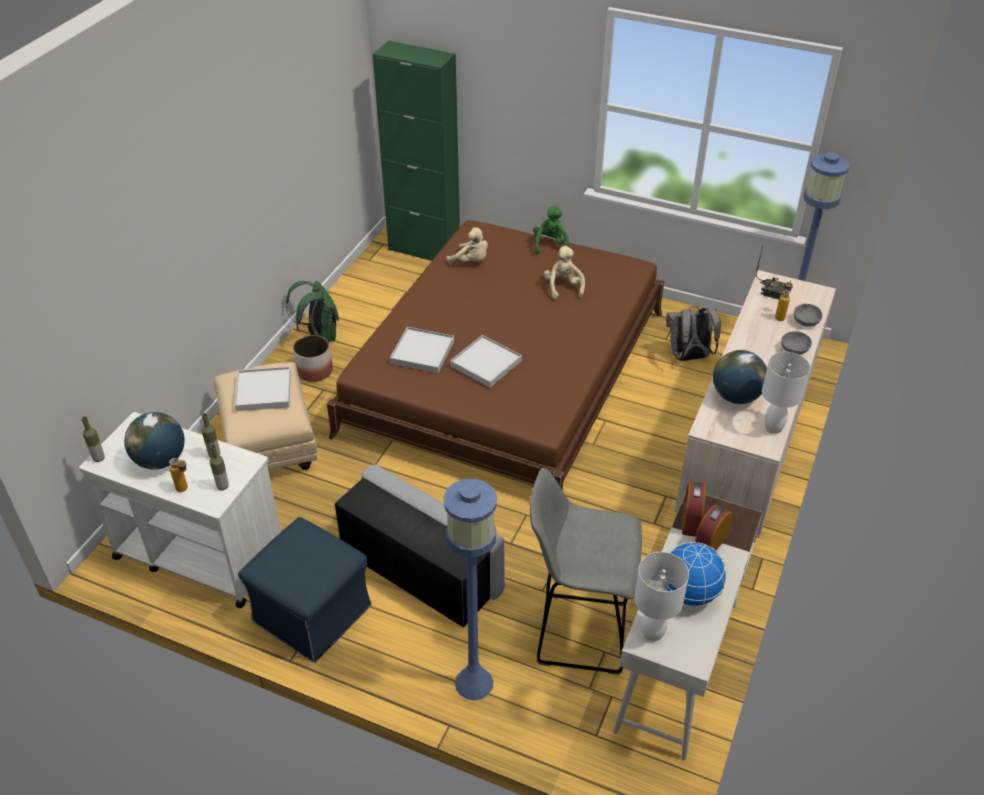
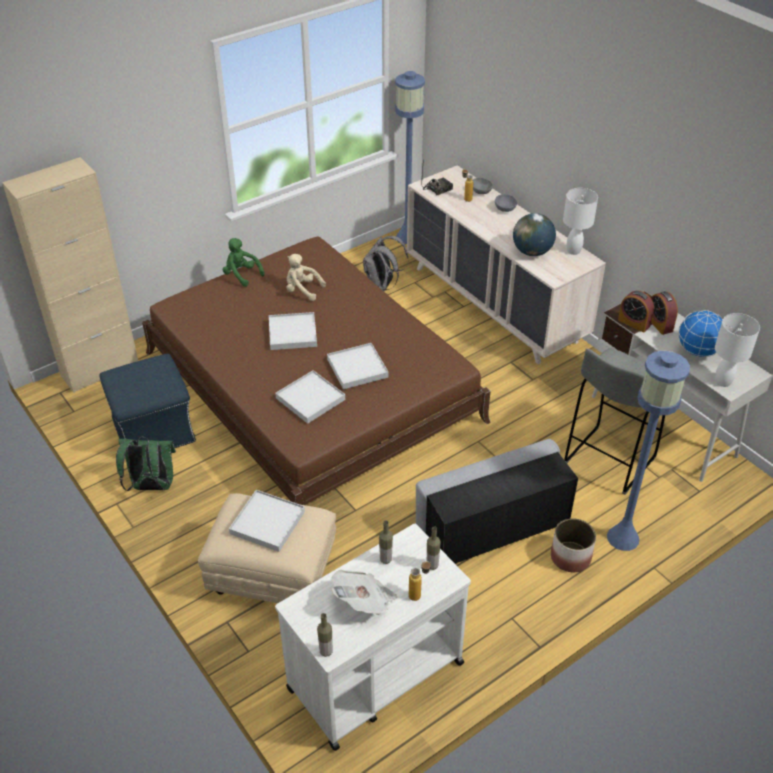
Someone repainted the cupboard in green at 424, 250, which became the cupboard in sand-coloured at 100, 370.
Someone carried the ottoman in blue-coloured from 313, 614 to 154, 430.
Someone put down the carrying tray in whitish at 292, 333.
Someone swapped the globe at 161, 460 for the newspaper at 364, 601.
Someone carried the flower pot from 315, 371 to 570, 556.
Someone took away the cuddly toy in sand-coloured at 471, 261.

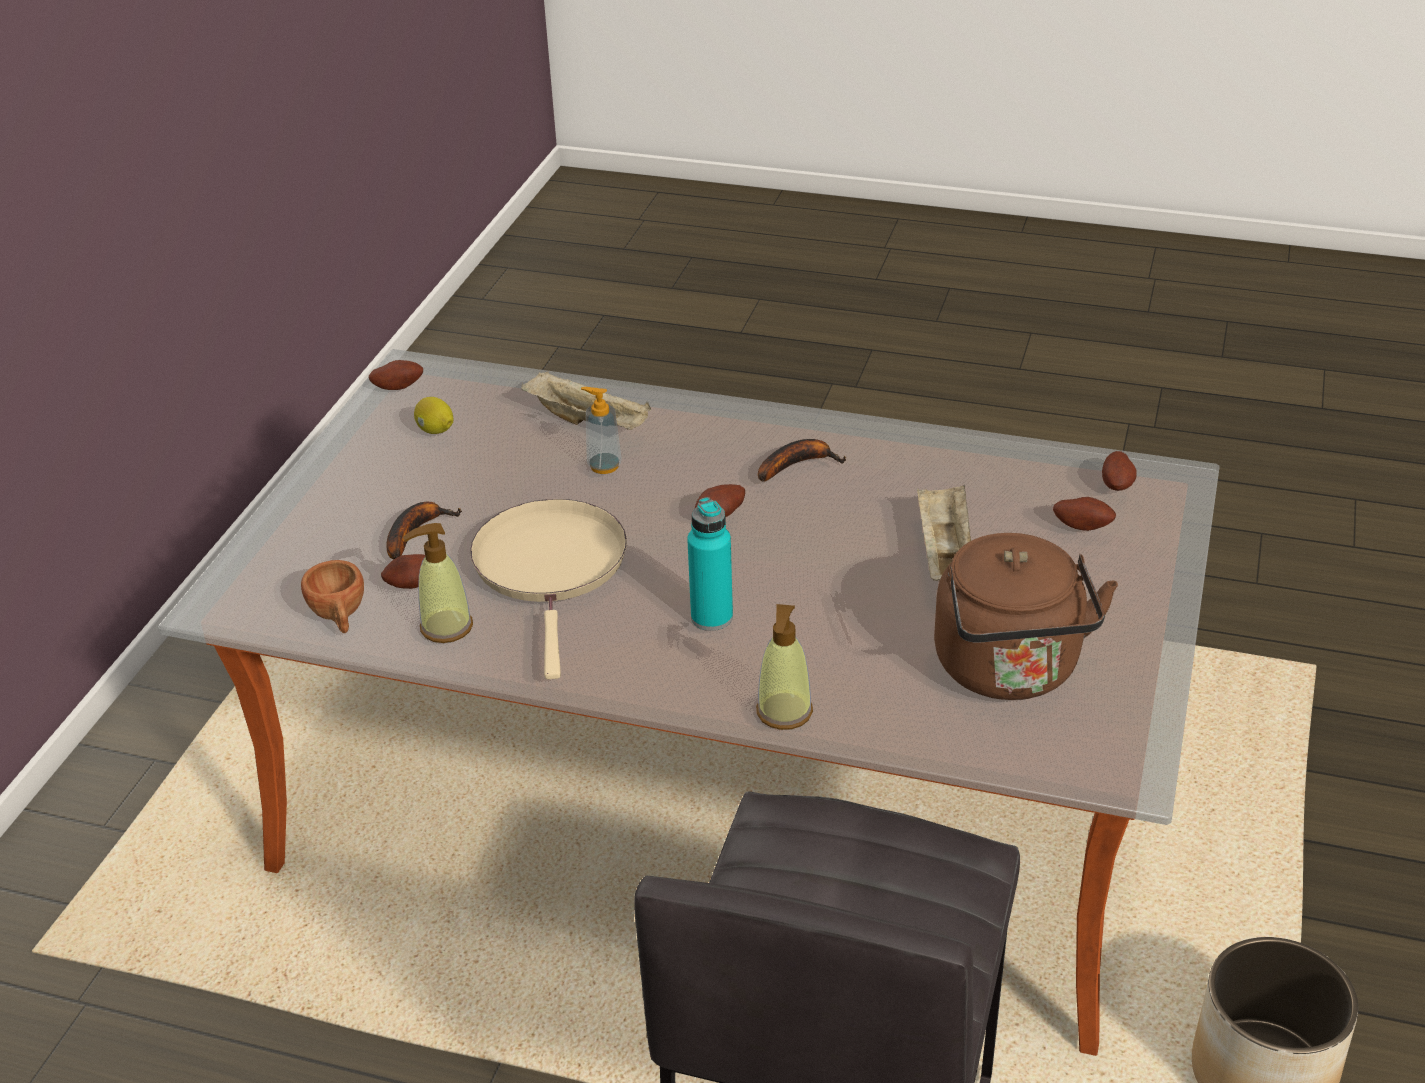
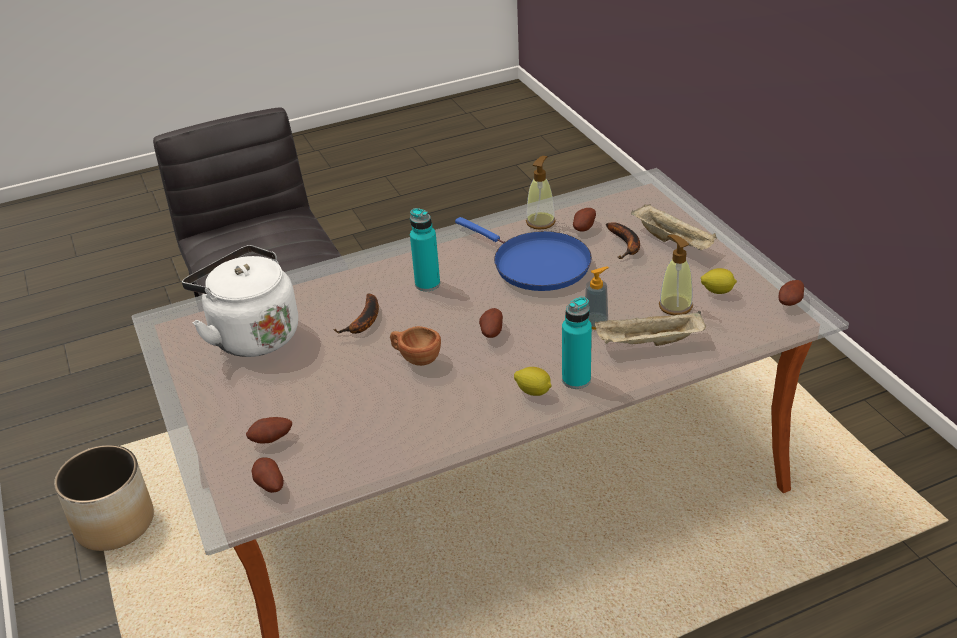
Someone repainted the tea kettle in brown at 1010, 671, which became the tea kettle in whitish at 251, 335.
Someone carried the whole banana from 797, 464 to 364, 321.
Someone carried the small cup in brown from 339, 617 to 415, 358.
Someone repainted the frying pan in sand-coloured at 551, 568, which became the frying pan in blue-coloured at 536, 264.
Someone put down the whole lemon at 533, 391.
Someone put down the bottle in blue-green at 576, 380.
Someone carried the carrying tray in sand-coloured from 944, 554 to 673, 241.
Someone carried the soap dispenser from 784, 712 to 675, 306.

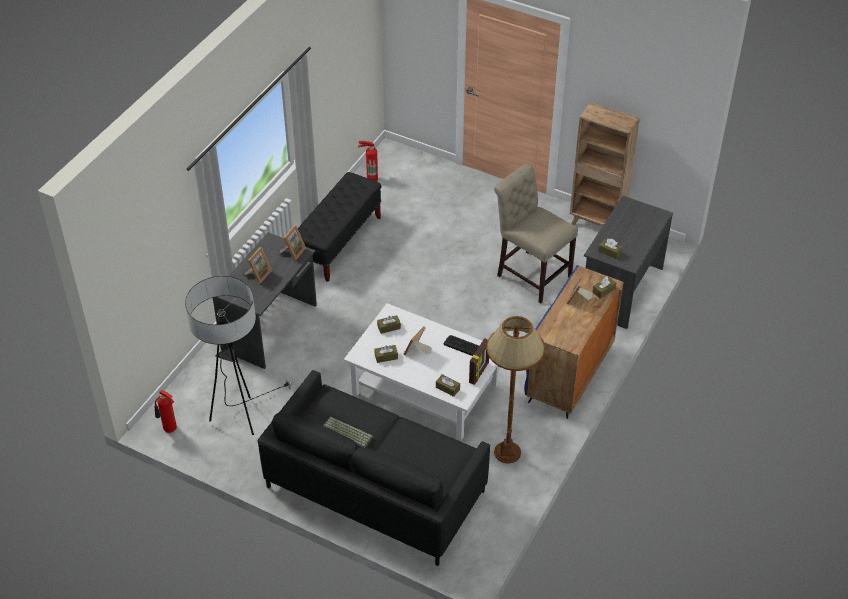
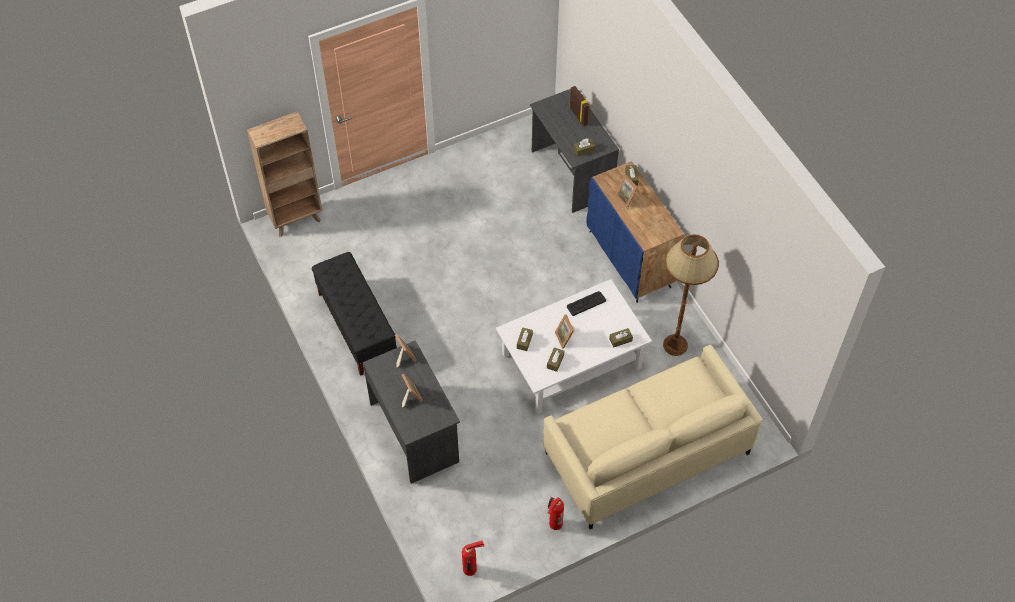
Someone carried the bookcase in brown from 596, 225 to 296, 219.
Someone repainted the settee in black-coloured at 375, 488, which became the settee in sand-coloured at 646, 452.
Someone carried the fire-fighting cylinder from 371, 178 to 554, 524.
Someone carried the photo frame from 479, 373 to 579, 116.
Someone took away the standing lamp at 240, 418.
Someone took away the keyboard at 346, 433.
Someone took away the chair in sand-coloured at 531, 274.

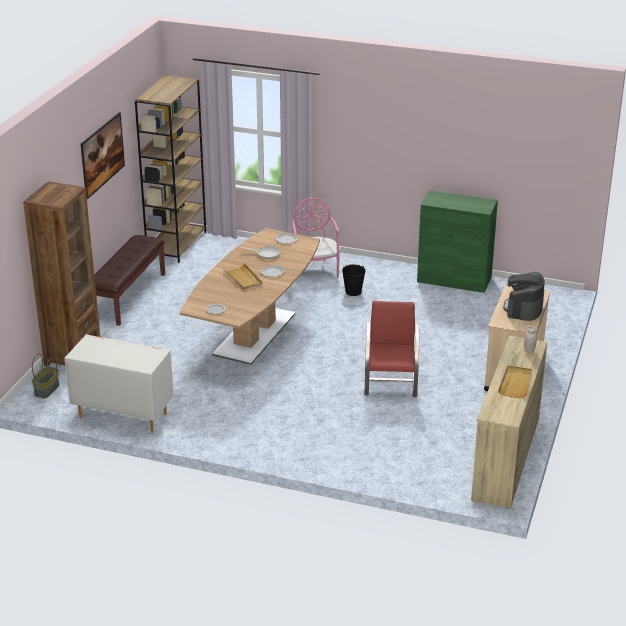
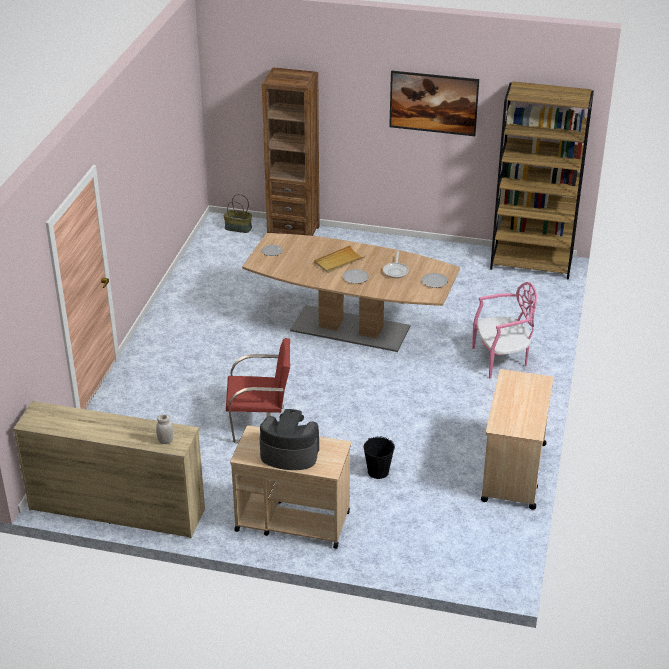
Someone carried the water bucket in black-coloured from 353, 292 to 378, 471.
Someone swapped the cupboard in green at 454, 279 for the cart in sand-coloured at 513, 472.
Someone took away the dresser in whitish at 122, 415.
Someone took away the bench in brown at 128, 296.
Someone took away the carrying tray in sand-coloured at 515, 383.

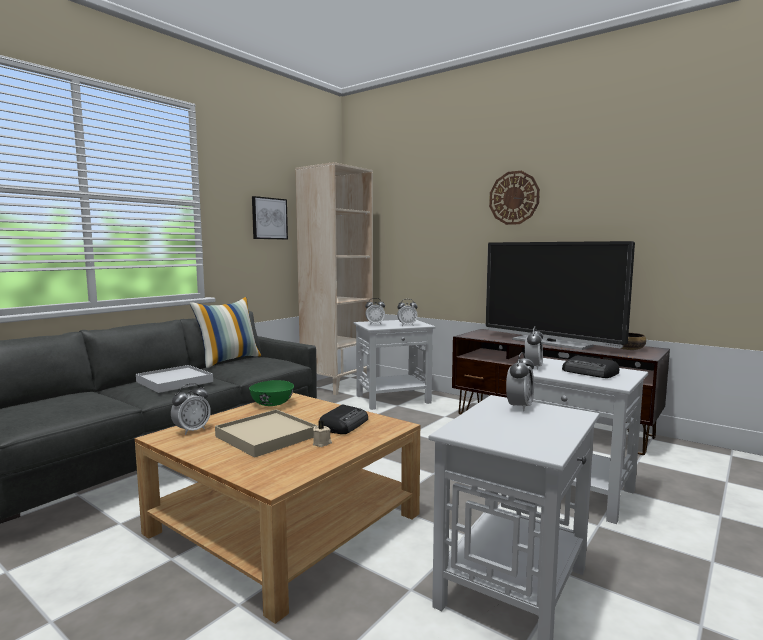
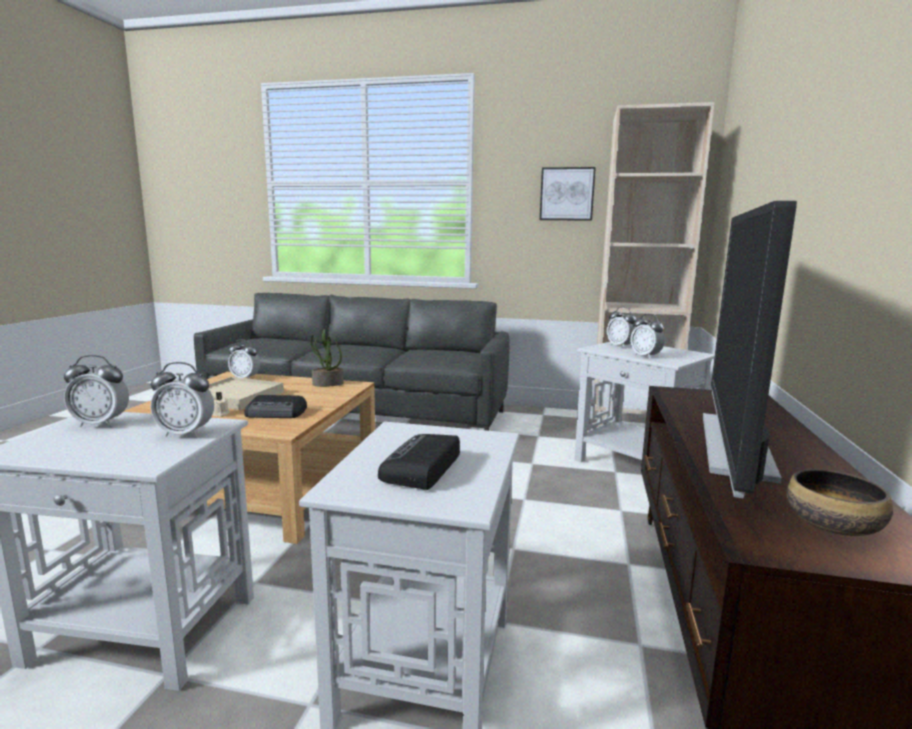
Someone carried the table clock from 533, 367 to 101, 424.
Someone swapped the serving bowl in green at 272, 404 for the potted plant at 327, 384.
Someone took away the carrying tray in whitish at 174, 382.
Someone took away the throw pillow at 229, 360.
Someone took away the wall clock at 514, 198.

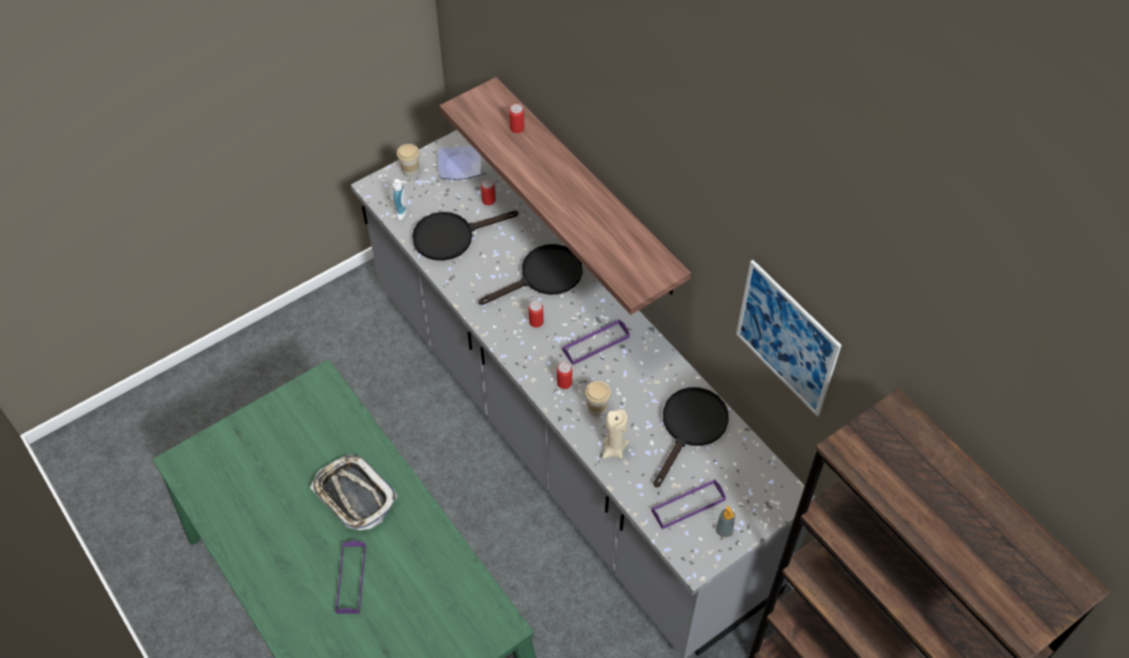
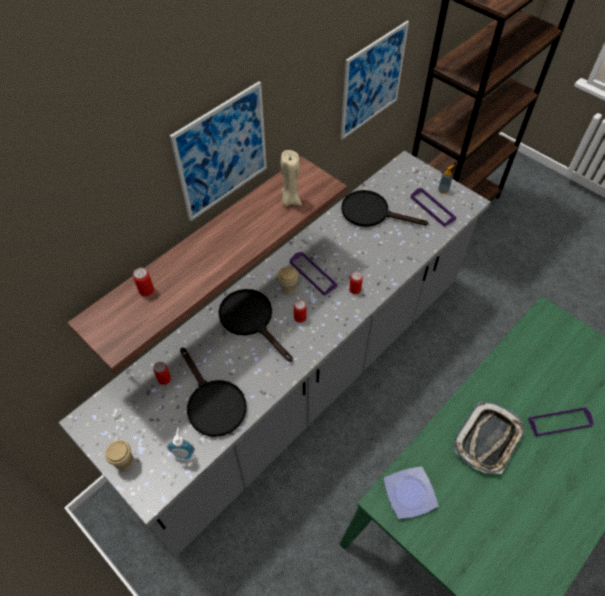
Someone put up the wall art at 222, 153.
Someone carried the small cup from 597, 408 to 288, 289.
Someone carried the candle in sand-coloured from 614, 450 to 290, 200.
Someone carried the dinner plate from 458, 164 to 409, 494.

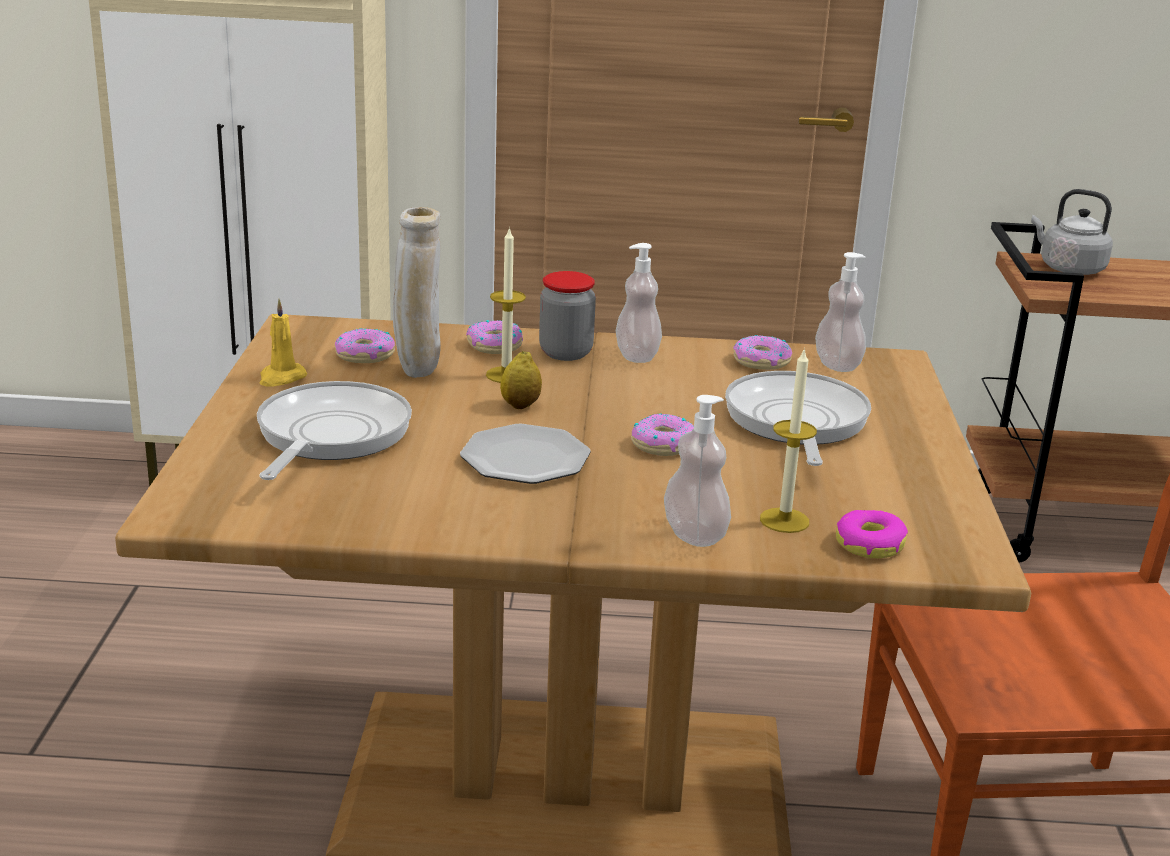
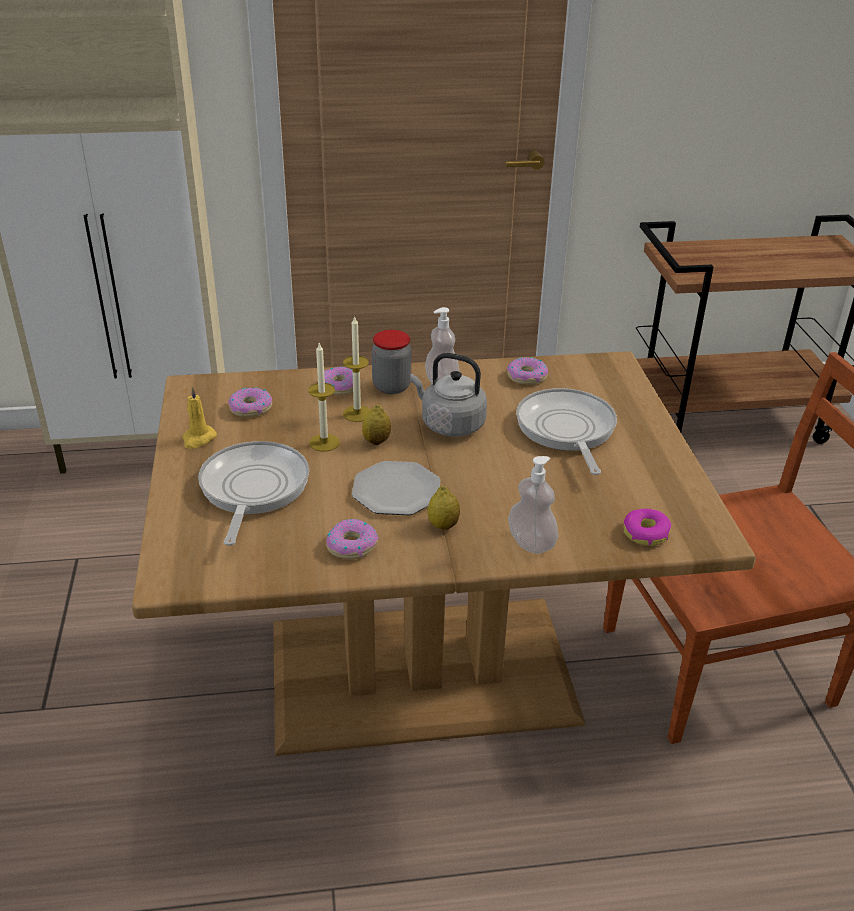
Someone carried the candle from 784, 520 to 324, 442.
Someone carried the ring doughnut from 663, 444 to 351, 545.
Someone carried the tea kettle in greyish from 1068, 269 to 449, 424.
Someone put down the whole lemon at 443, 525.
Someone took away the vase in sand-coloured at 417, 372.
Someone took away the soap dispenser at 837, 365.

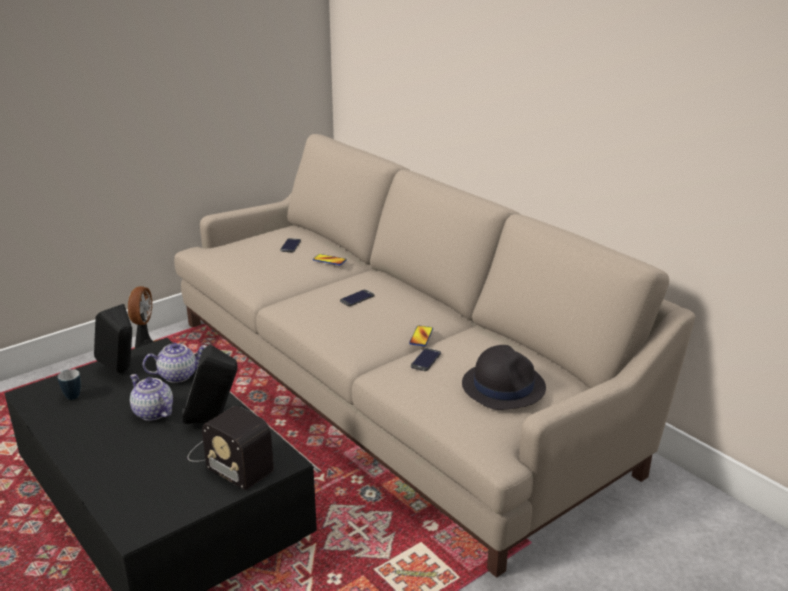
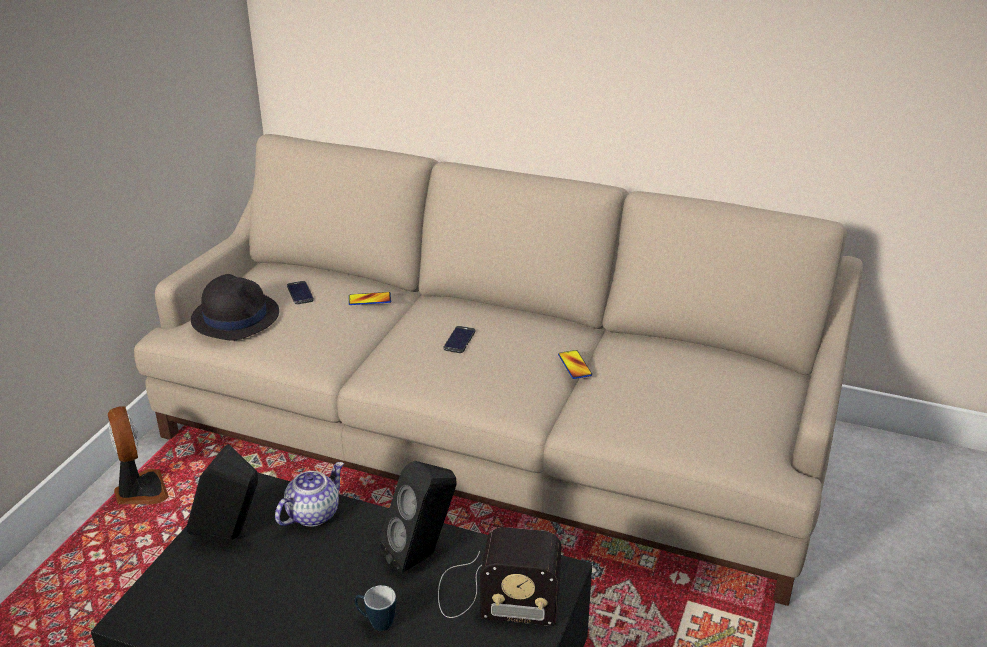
Someone carried the hat in black-coloured from 503, 386 to 235, 316.
Someone carried the coffee mug from 71, 395 to 376, 623.
Someone took away the teapot at 152, 412.
Someone took away the handset at 425, 360.

